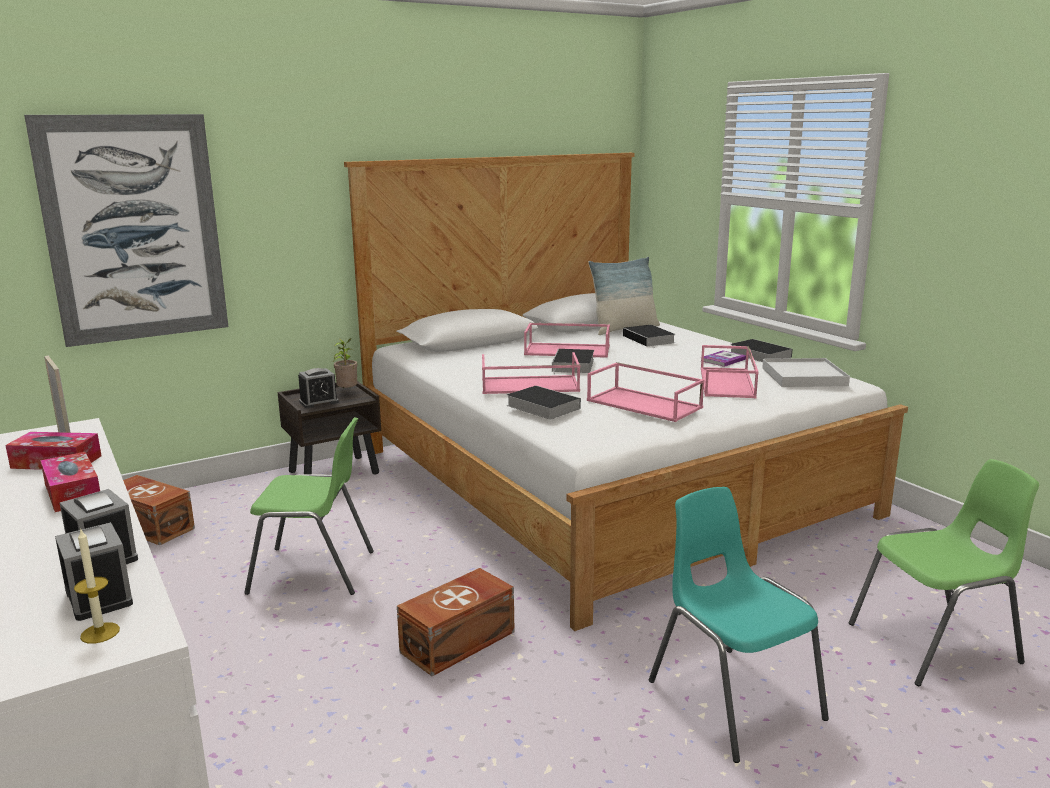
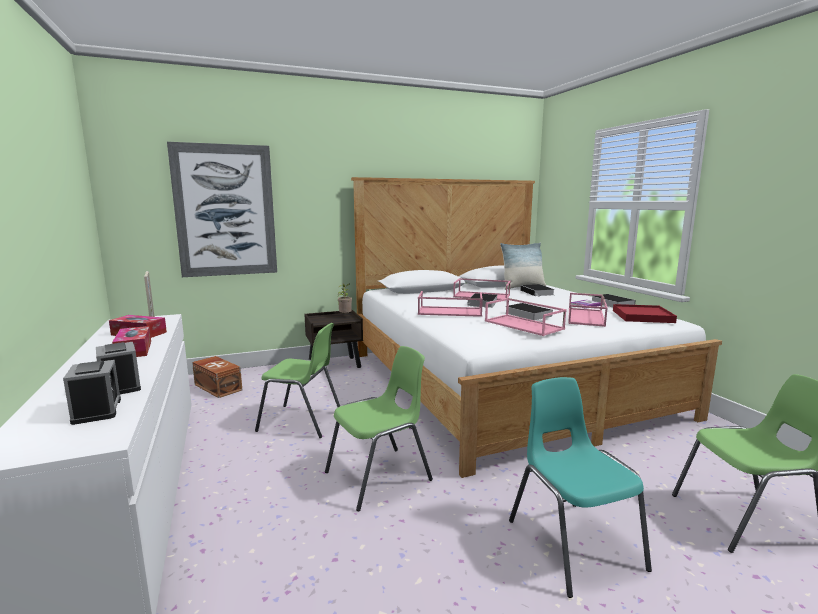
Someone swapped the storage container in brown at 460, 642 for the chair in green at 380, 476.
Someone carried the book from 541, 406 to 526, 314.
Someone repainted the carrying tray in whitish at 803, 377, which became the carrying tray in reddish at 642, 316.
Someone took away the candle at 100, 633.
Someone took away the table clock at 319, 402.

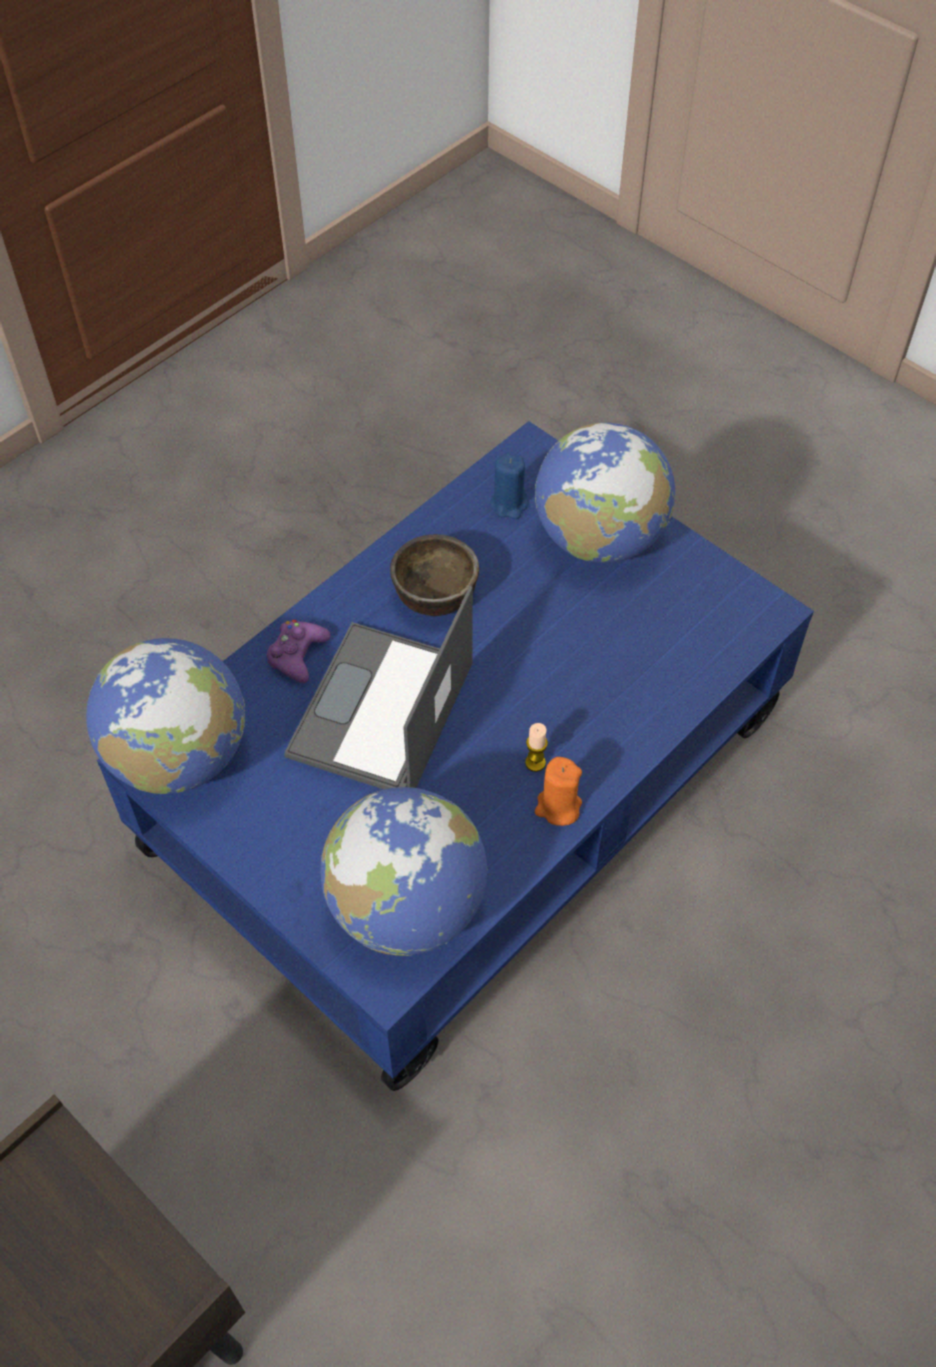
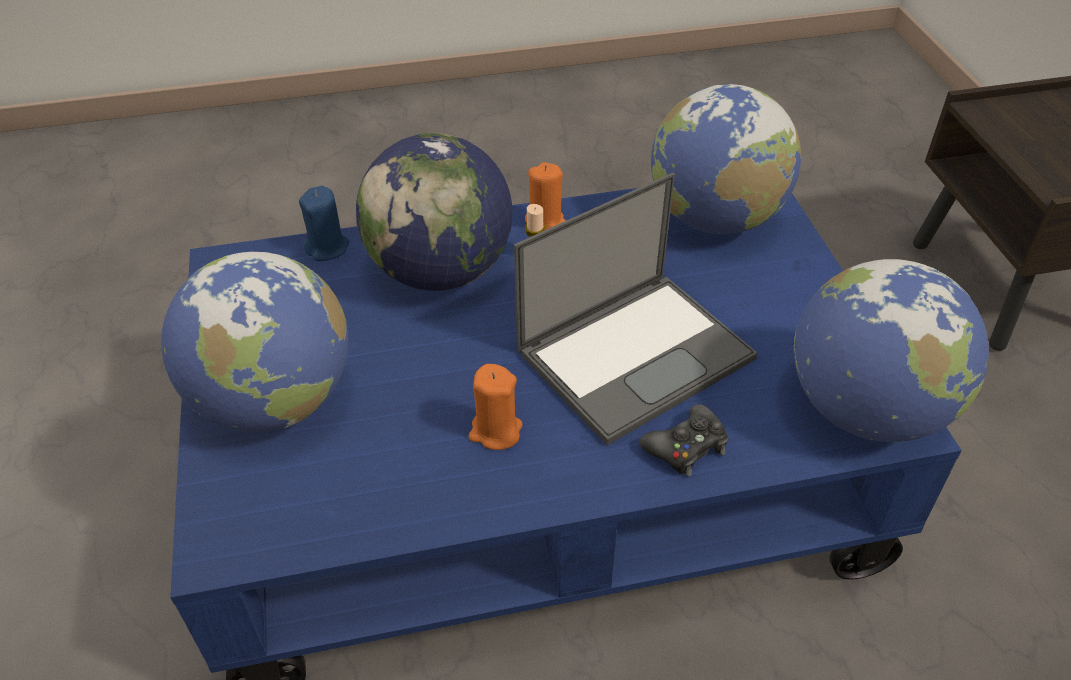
Someone carried the candle in blue-coloured from 509, 504 to 327, 248.
Someone put down the globe at 441, 271.
Someone swapped the serving bowl in brown at 435, 597 for the candle in orange at 495, 431.
Someone repainted the joypad in purple-coloured at 297, 655, which became the joypad in black-coloured at 686, 447.

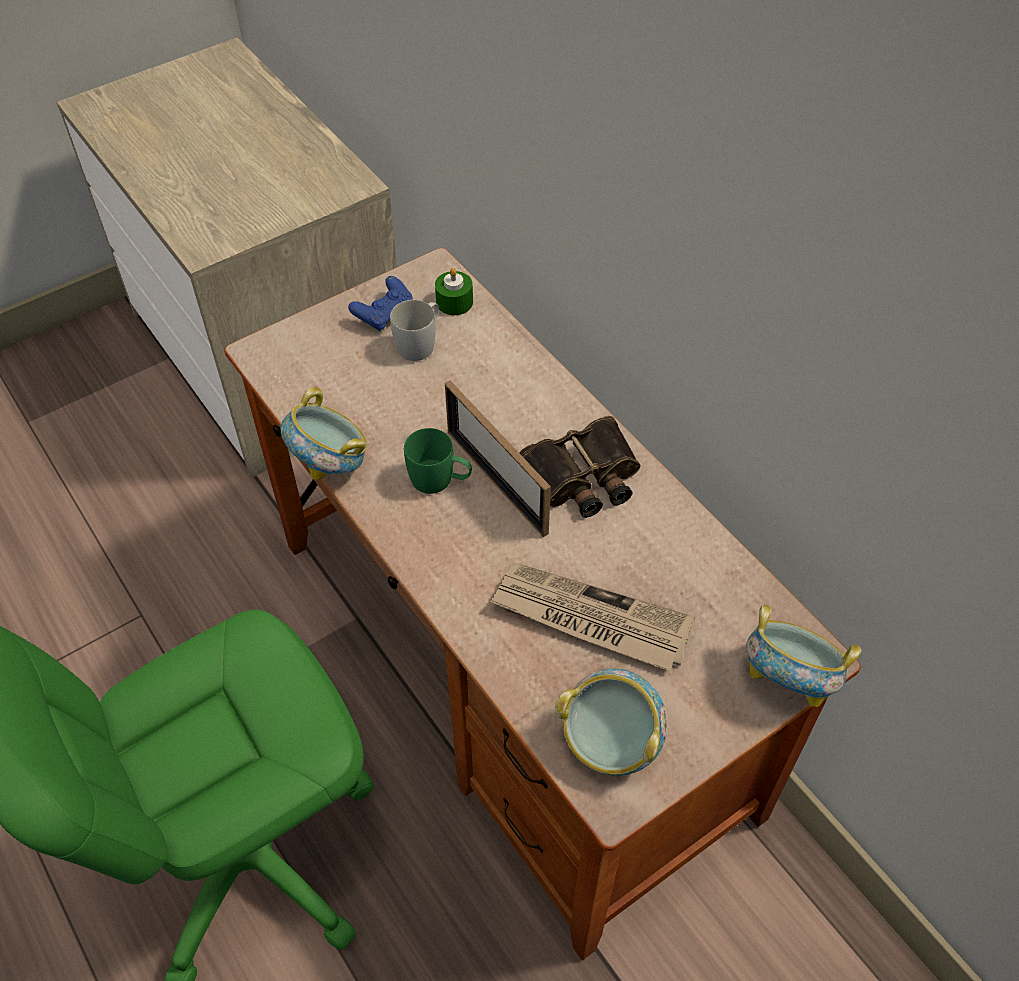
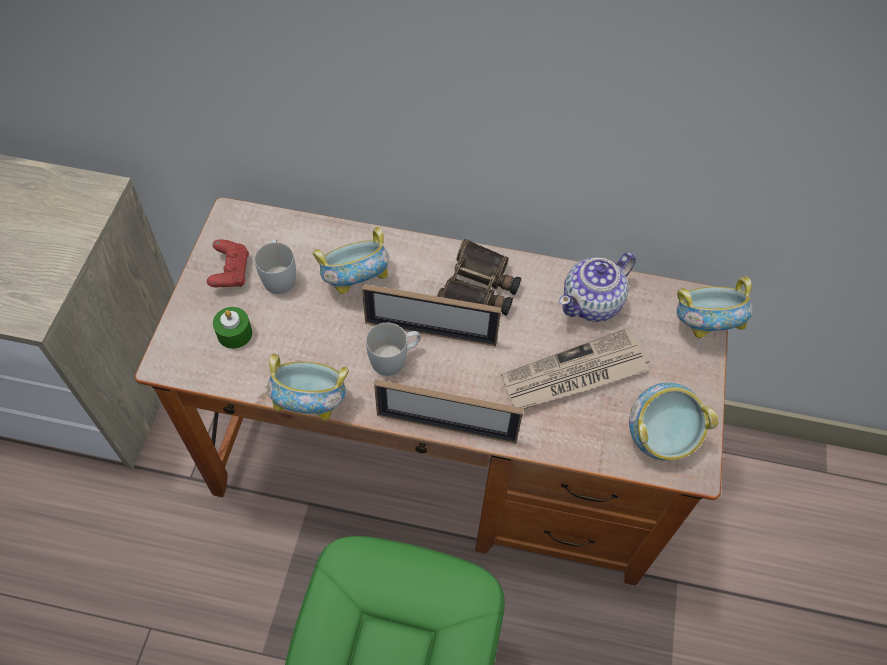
Someone repainted the joypad in blue-coloured at 384, 314, which became the joypad in reddish at 231, 272.
Someone carried the candle in green from 454, 302 to 234, 333.
Someone put down the serving bowl at 356, 281.
Someone repainted the coffee mug in green at 440, 480, which became the coffee mug in whitish at 395, 358.
Someone put down the photo frame at 446, 427.
Someone put down the teapot at 592, 303.

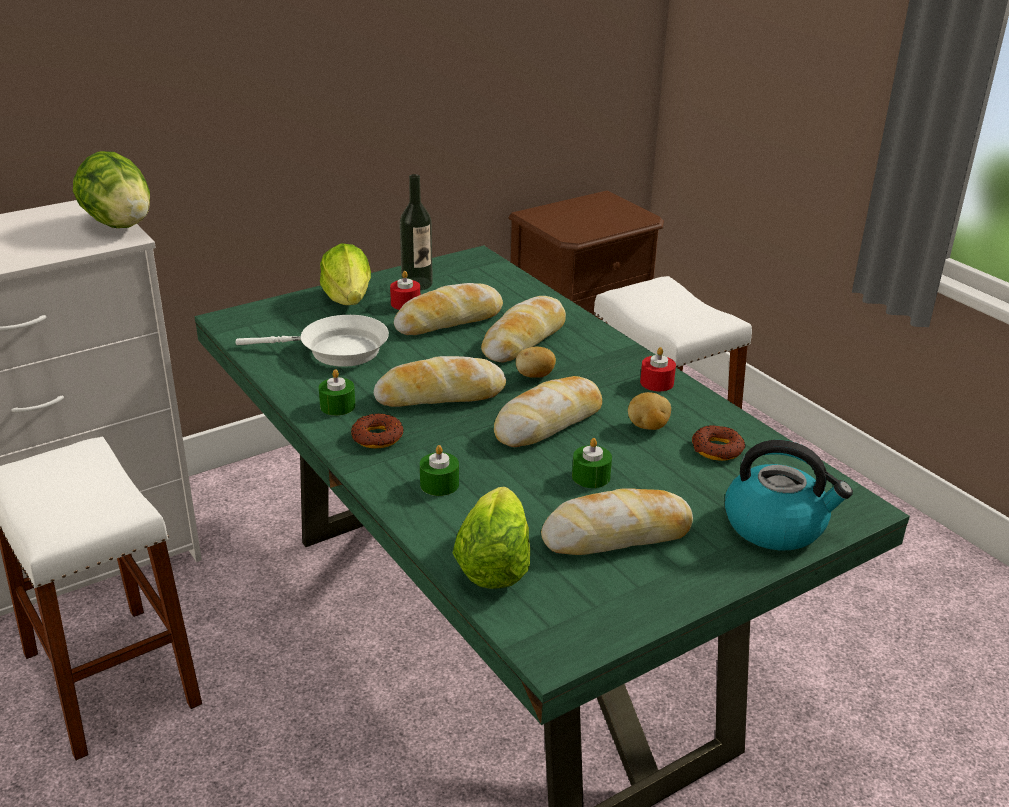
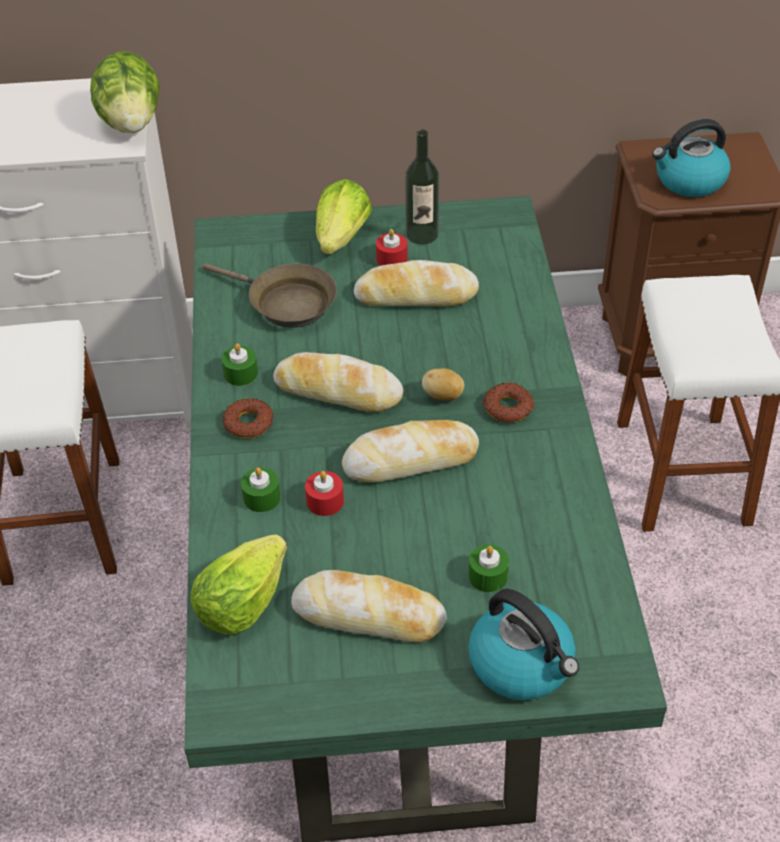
Someone repainted the frying pan in whitish at 336, 351, which became the frying pan in brown at 286, 303.
Someone carried the candle in reddish from 657, 382 to 325, 501.
Someone carried the candle in green from 591, 477 to 488, 576.
Someone carried the ring doughnut from 717, 449 to 507, 408.
Someone put down the tea kettle at 689, 181.
Someone took away the bakery bread at 524, 339.
Someone took away the potato at 647, 426.

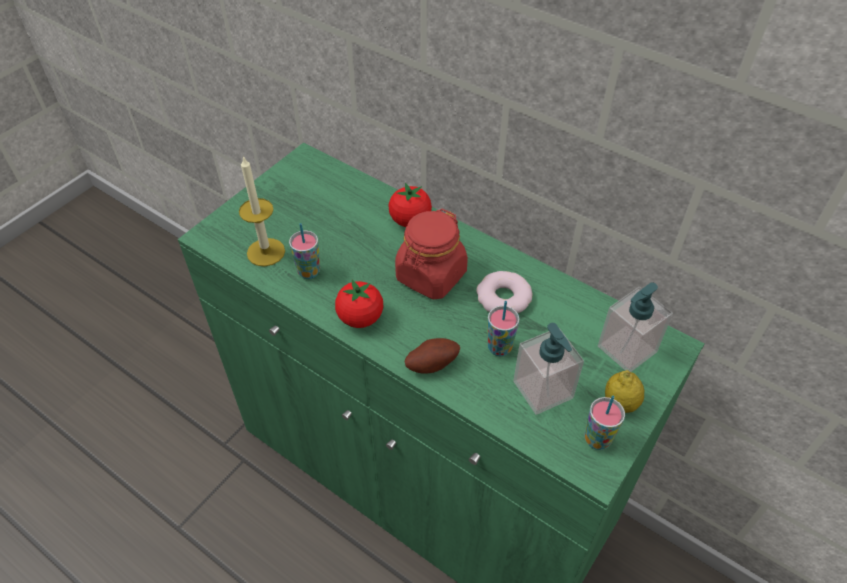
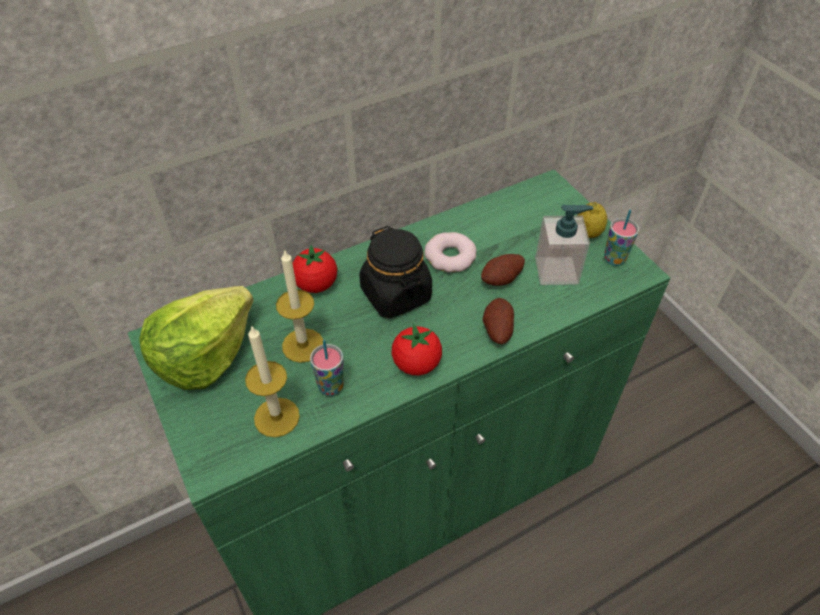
Someone put down the head of lettuce at 204, 355.
Someone put down the candle at 303, 345.
Someone repainted the storage jar in reddish at 431, 276, which became the storage jar in black-coloured at 396, 295.
Someone swapped the small cup at 499, 348 for the potato at 502, 280.
Someone took away the soap dispenser at 626, 349.

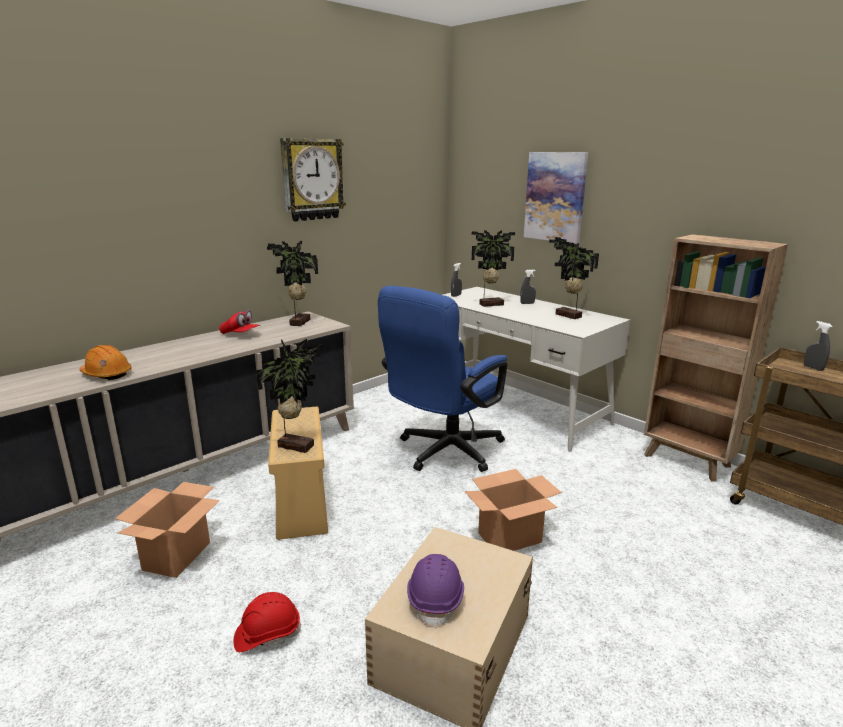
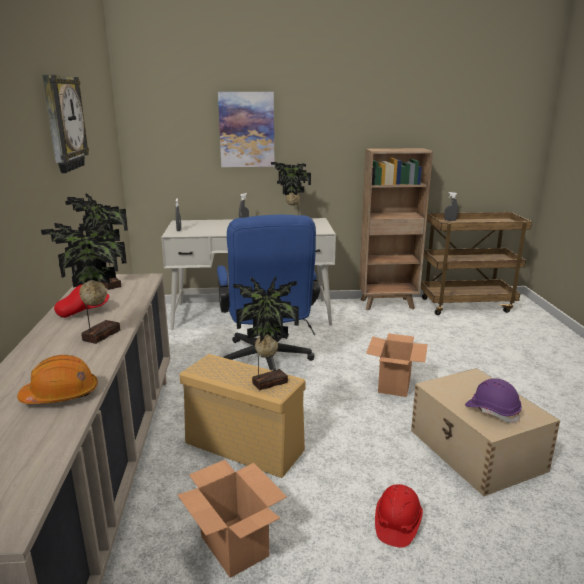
Someone carried the potted plant from 490, 304 to 99, 335.

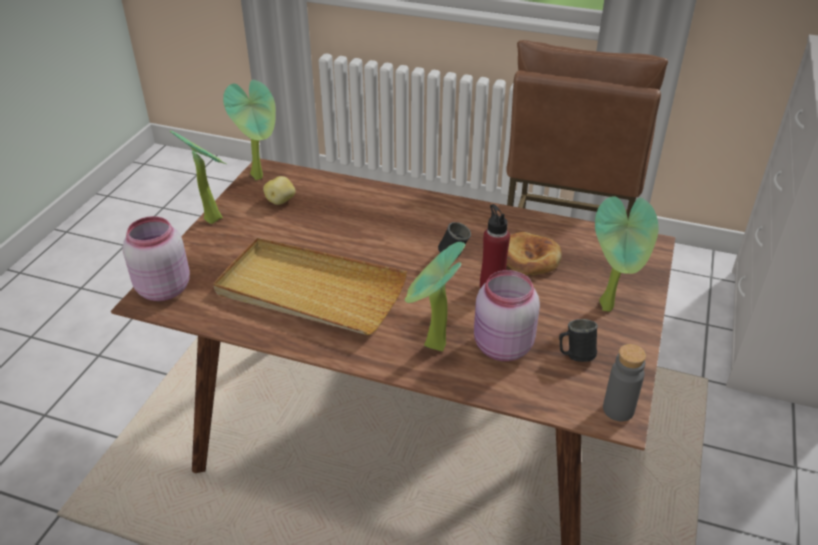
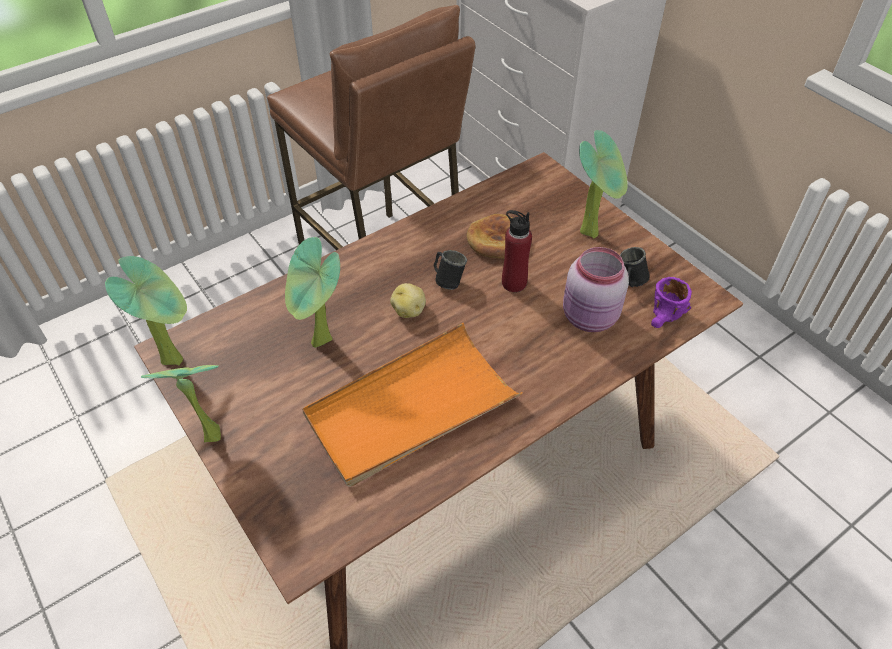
Someone carried the potted plant from 432, 348 to 321, 344.
Someone repainted the carrying tray in sand-coloured at 309, 291, which became the carrying tray in orange at 410, 408.
Someone carried the potato from 281, 201 to 409, 310.
Someone put down the coffee mug in purple-coloured at 664, 320.
Someone took away the storage jar in pinkish at 162, 288.
Someone took away the bottle in greyish at 618, 409.

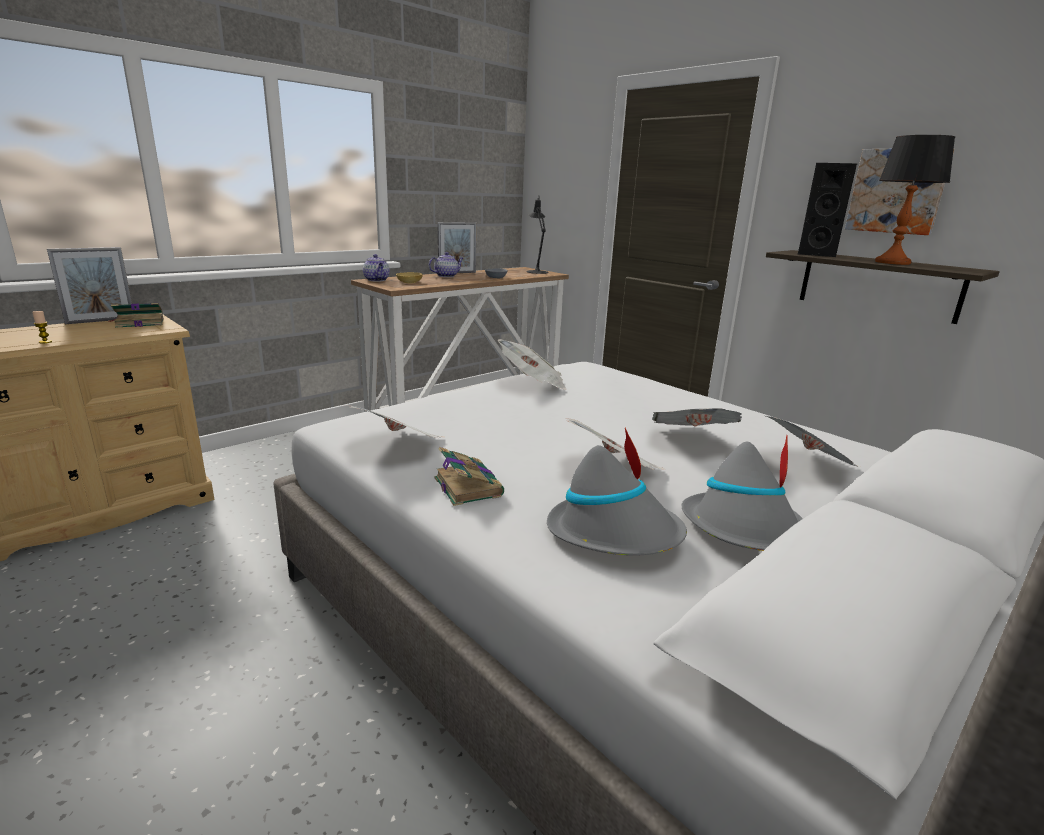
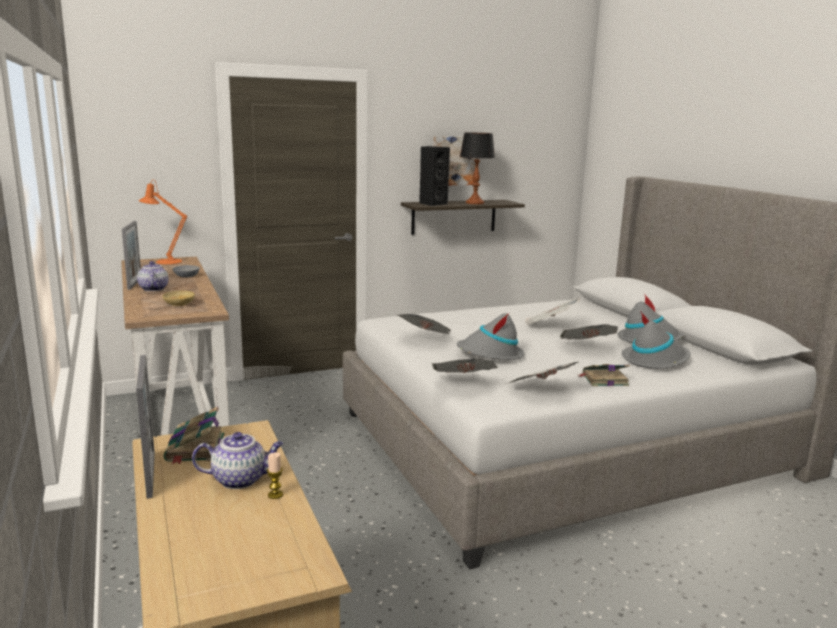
Someone repainted the table lamp in black-coloured at 536, 271, which became the table lamp in orange at 165, 261.
Someone carried the teapot from 377, 280 to 240, 479.
Someone carried the newspaper from 809, 466 to 463, 384.
Someone put down the hat in greyish at 490, 354.

